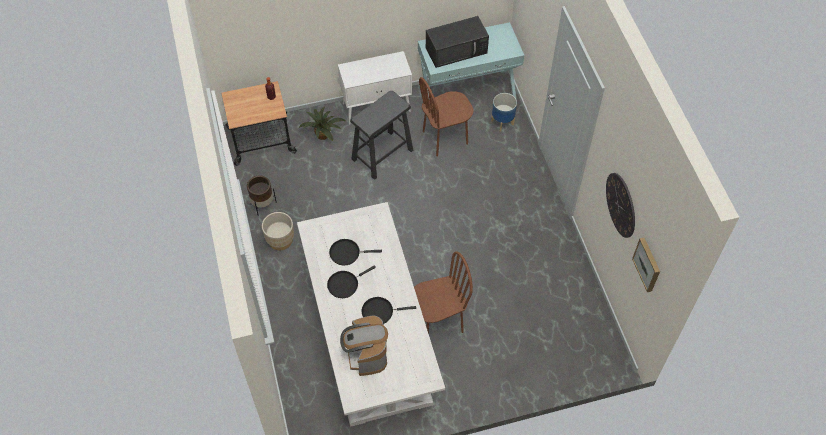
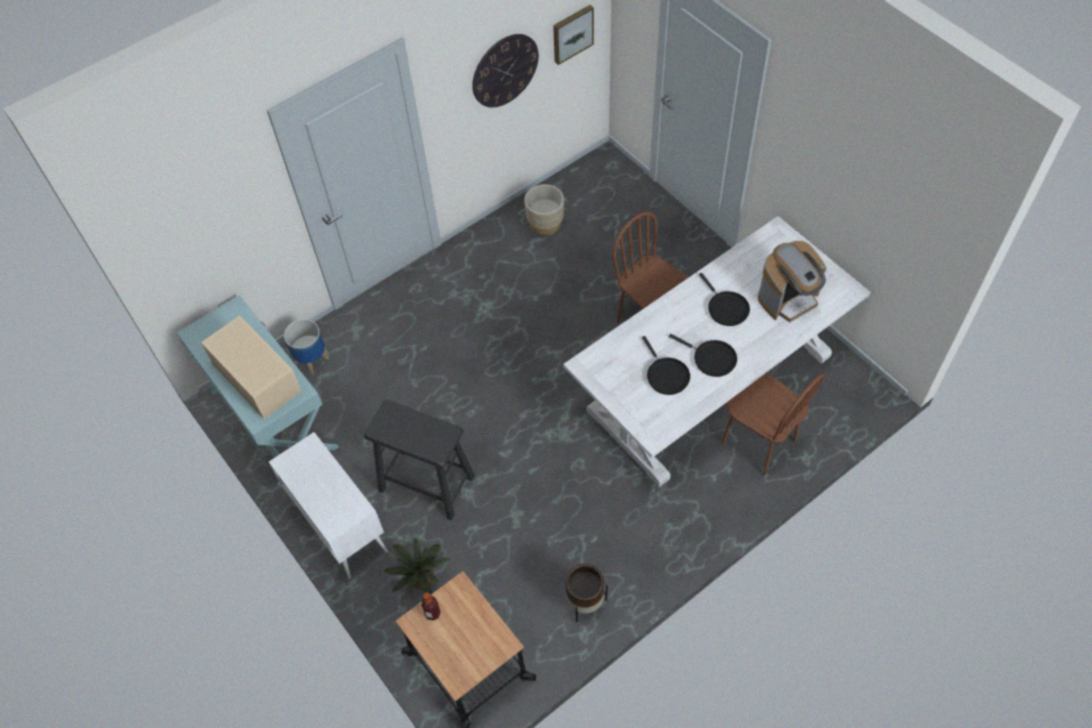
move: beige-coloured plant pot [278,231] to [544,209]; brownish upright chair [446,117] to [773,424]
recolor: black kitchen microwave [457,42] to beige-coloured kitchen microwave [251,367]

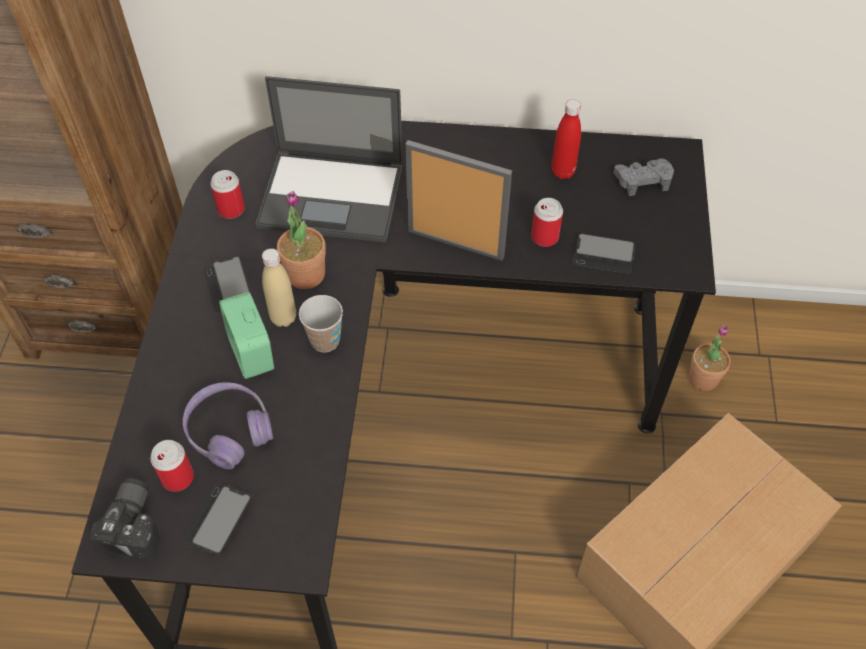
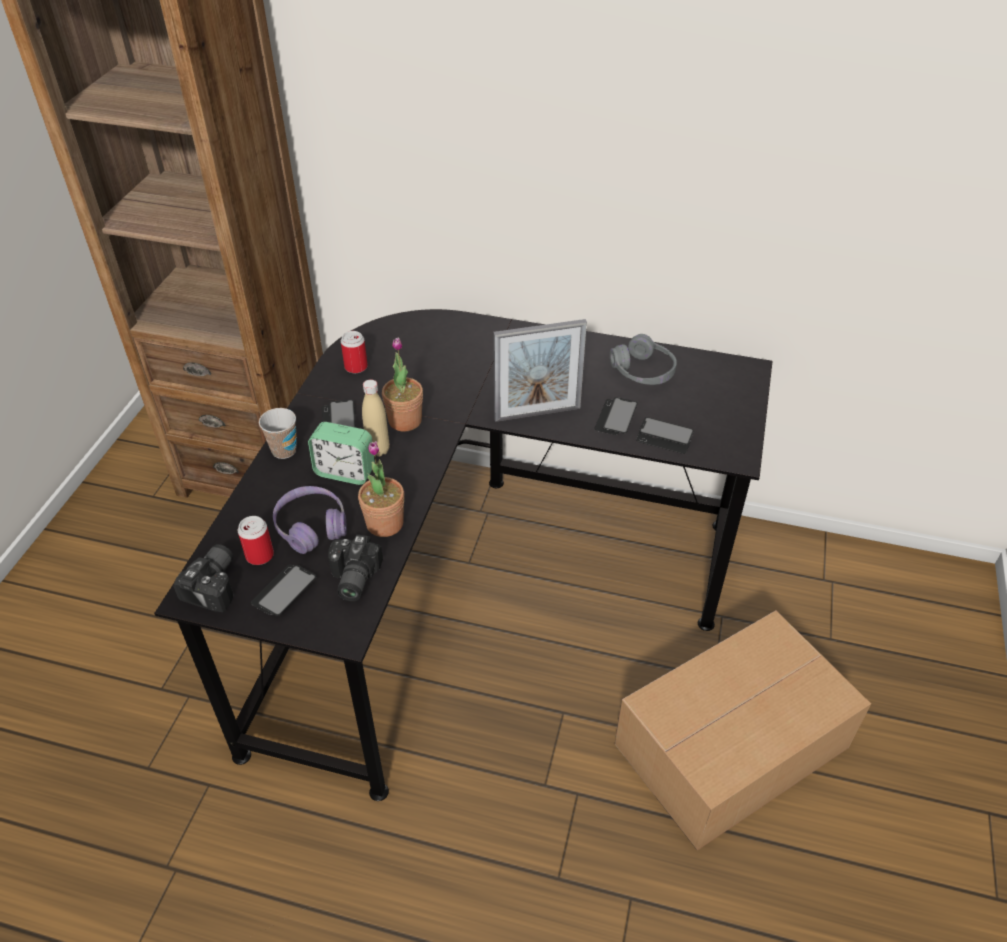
delete: portable computer [329,159]; grey joypad [644,177]
insert: still camera [355,568]
move: drinking cup [321,323] to [278,433]; potted plant [710,358] to [381,489]
replace: metal can [547,222] to telephone [616,416]; red-coloured beverage bottle [566,139] to grey pair of headphones [643,359]
rotate: table clock [246,335] = [341,453] 60 degrees counterclockwise; picture frame [458,200] = [540,370] 135 degrees clockwise

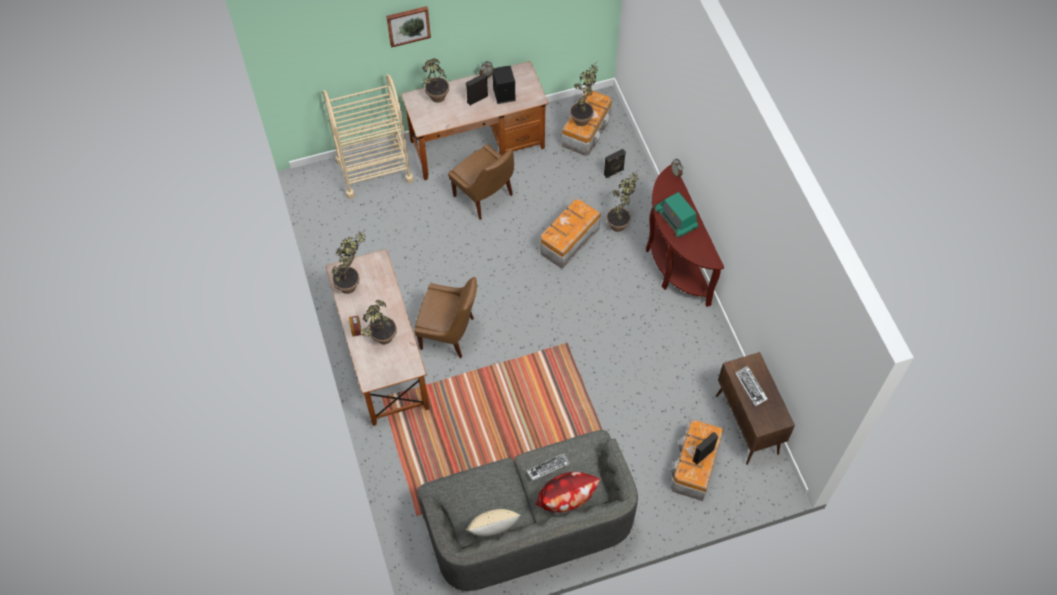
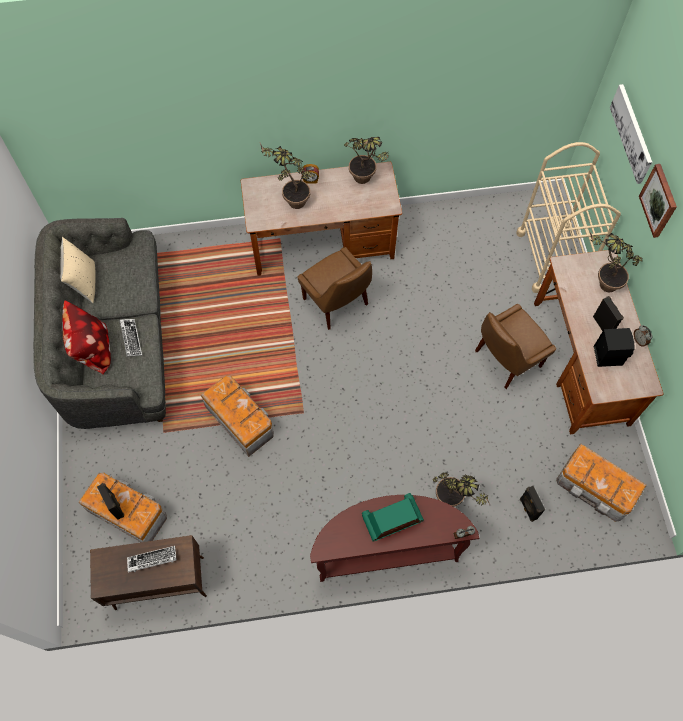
delete: potted plant [584,94]
insert: wall picture [631,134]
move: storage bin [570,234] to [237,416]
rotate: brownish upright chair [445,317] = [335,288] 60 degrees counterclockwise

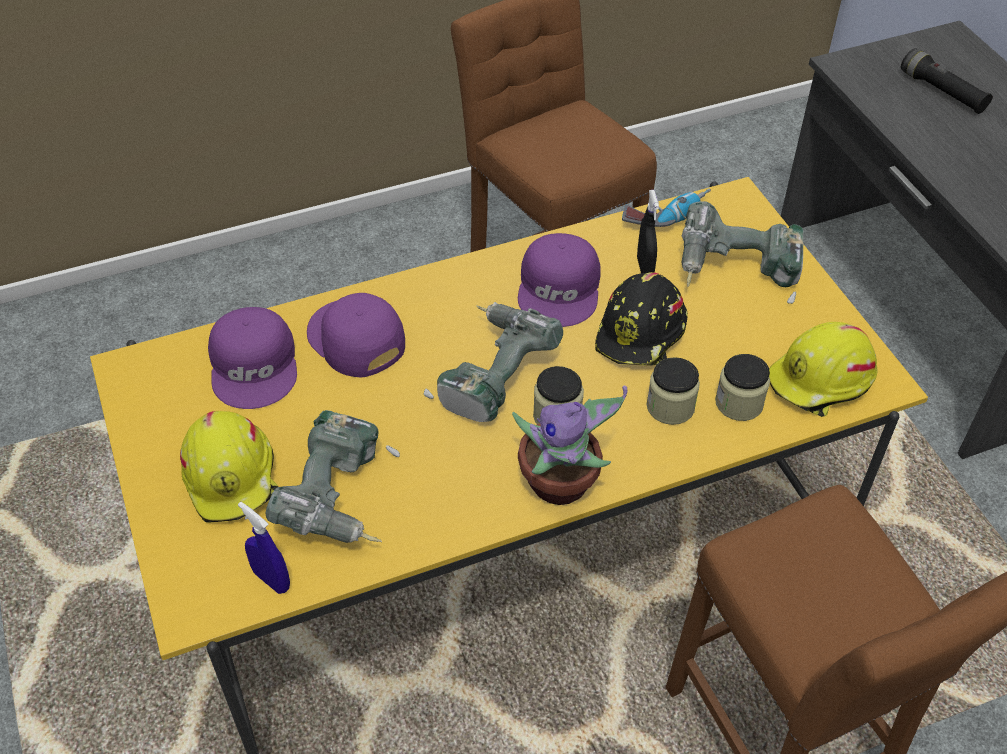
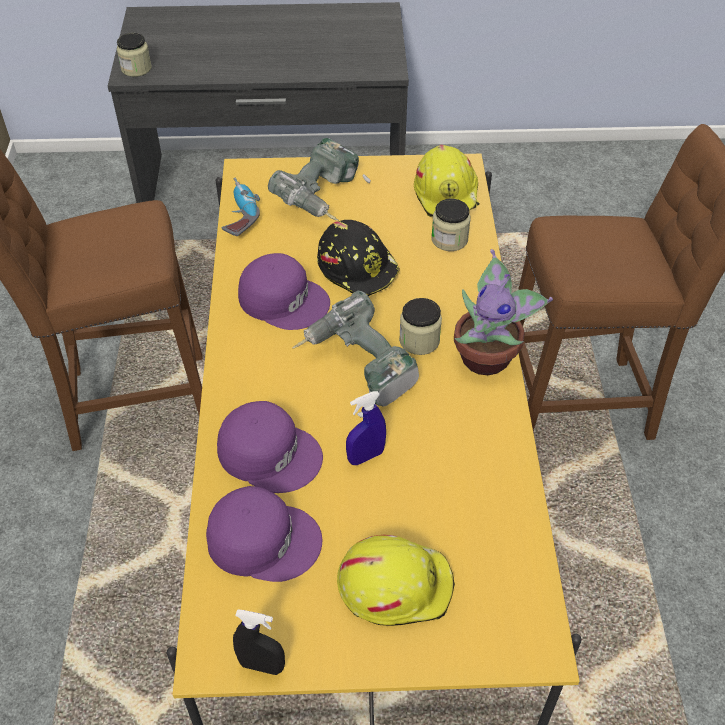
delete: drill [333,476]; black flashlight [947,81]
move: blue spray bottle [264,548] to [366,428]; black spray bottle [648,231] to [259,642]; preserve jar [673,391] to [134,55]
rotate: purplish cap [356,335] = [270,447] 135 degrees counterclockwise

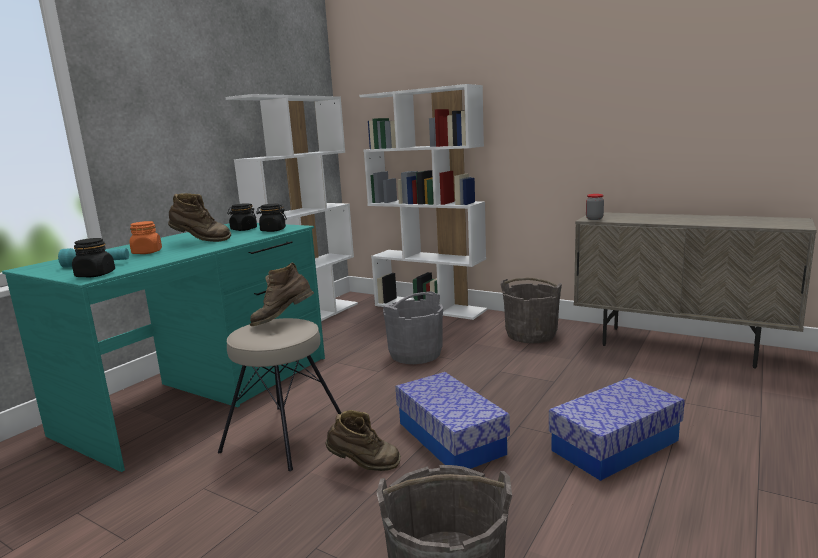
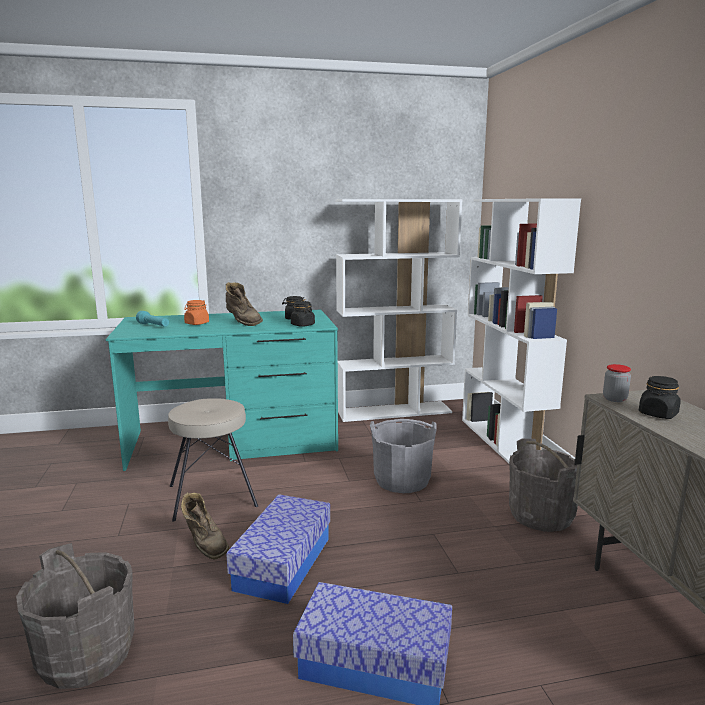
delete: brownish high-top boot [282,294]
move: black preserve jar [93,257] to [660,397]

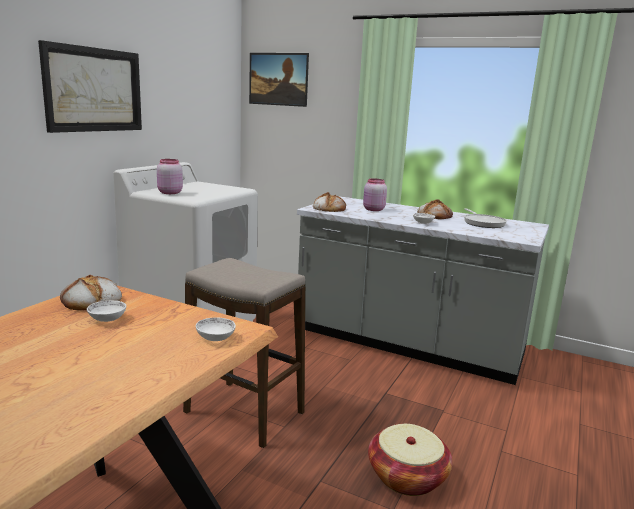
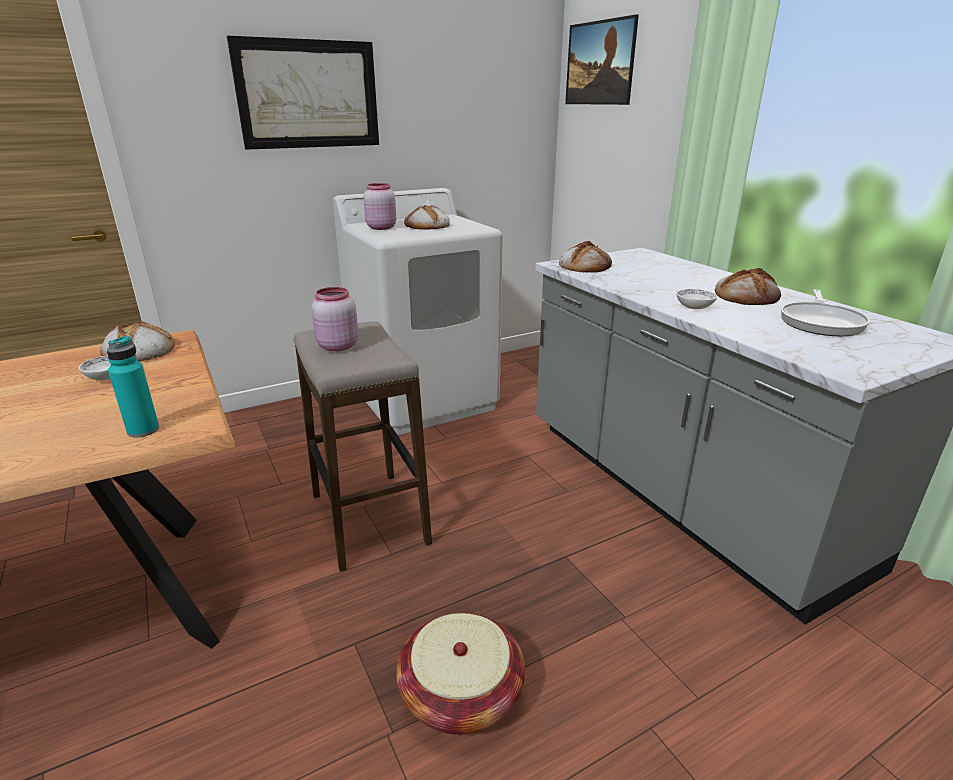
insert: bread [427,217]
move: pink preserve jar [375,194] to [334,319]
replace: whitish serving bowl [216,329] to turquoise beverage bottle [133,387]

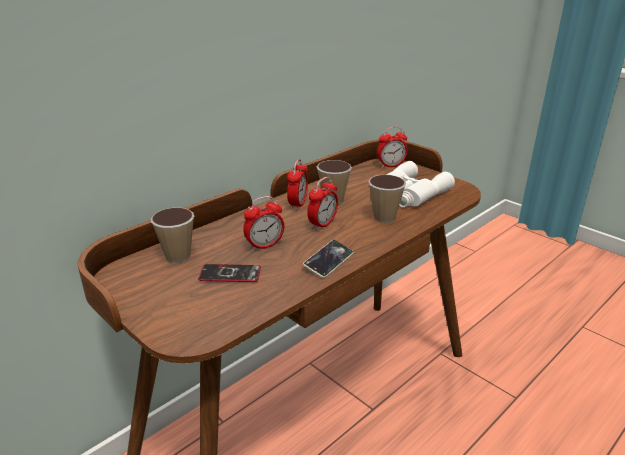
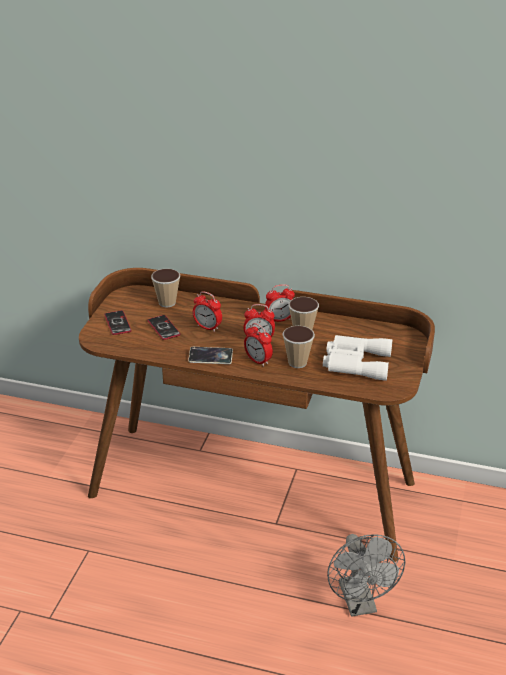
insert: telephone [118,322]; grey electric fan [366,575]
move: table clock [392,147] to [258,345]

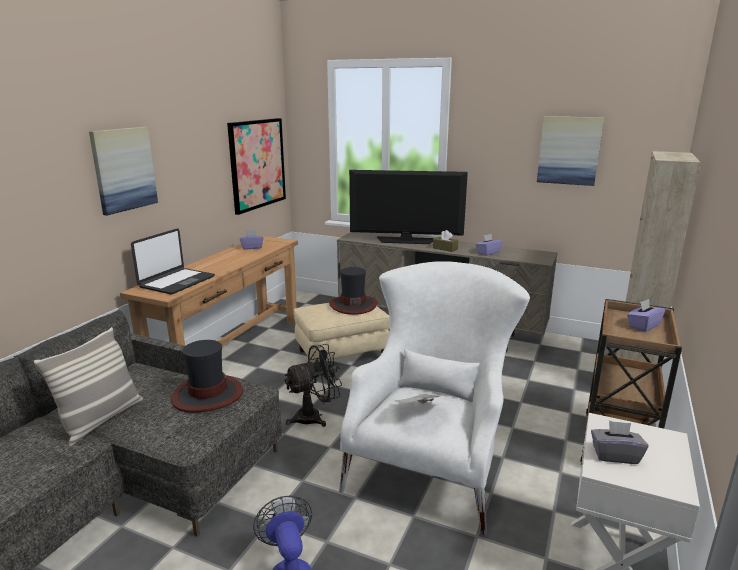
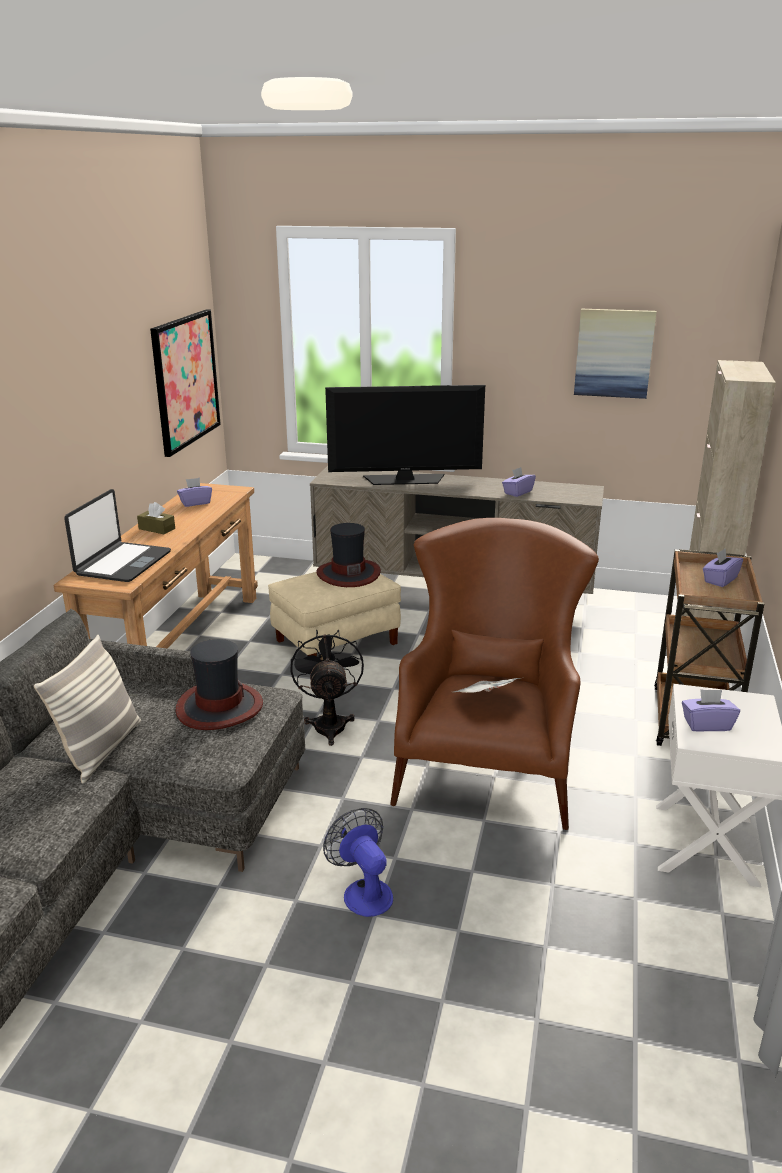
delete: wall picture [123,171]
move: brownish box of tissues [445,241] to [156,518]
recolor: whitish lounge chair [434,398] to brownish lounge chair [494,674]; grey box of tissues [619,442] to purplish box of tissues [711,710]
rotate: black electric fan [313,385] = [327,688] 60 degrees counterclockwise

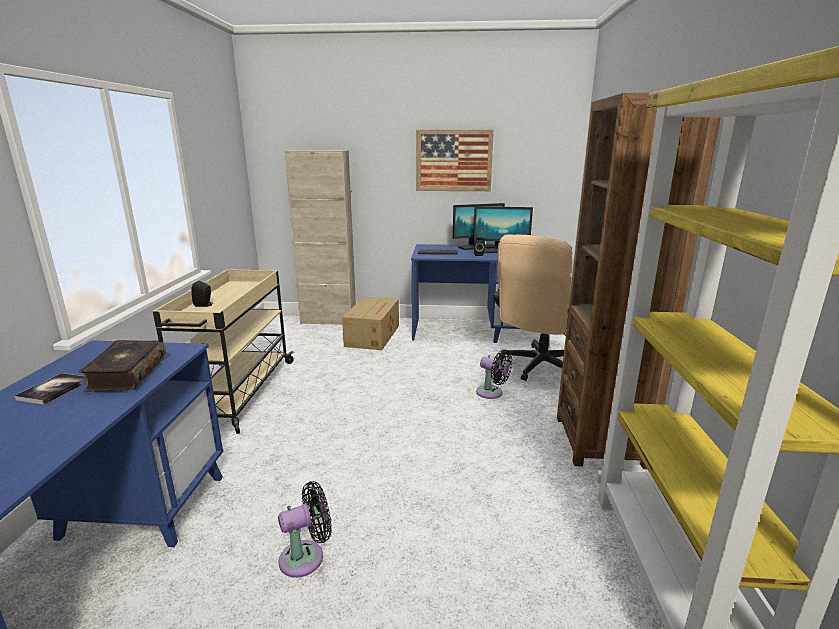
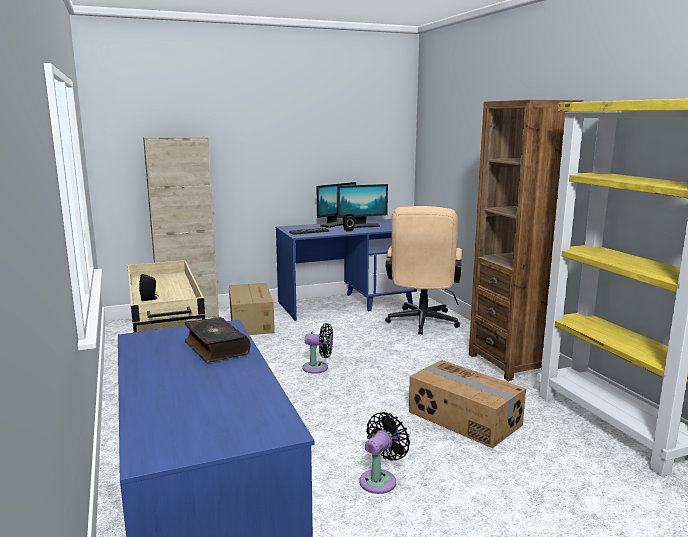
delete: bound book [51,389]; wall picture [455,160]
insert: packing box [467,404]
move: black electric fan [494,374] to [318,348]

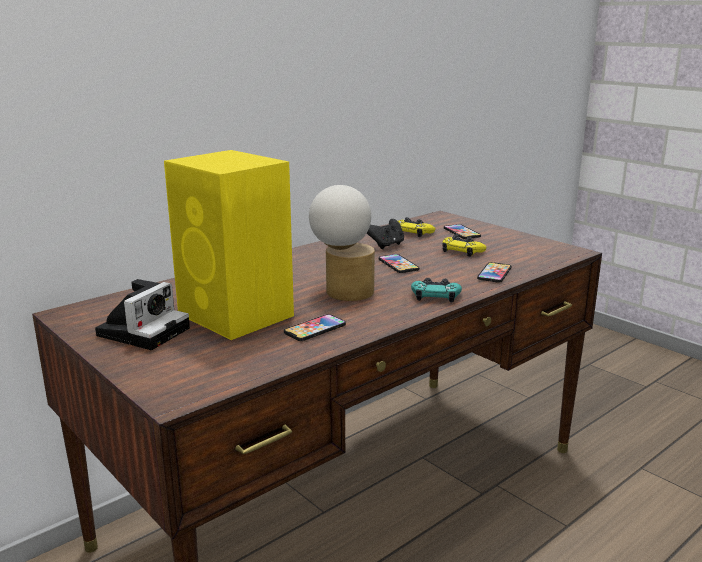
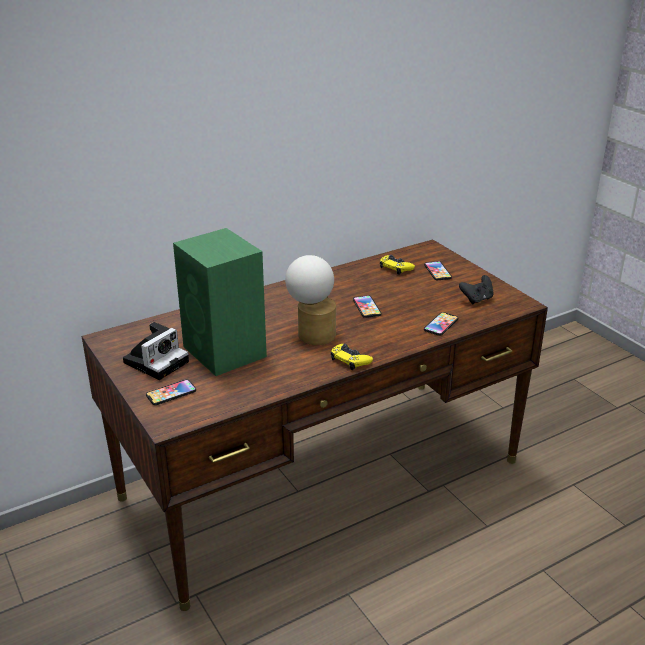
delete: turquoise joypad [436,290]
move: telephone [315,327] to [171,392]; black joypad [385,234] to [476,289]; yellowish joypad [464,246] to [352,357]
recolor: yellowish audio speaker [229,245] to greenish audio speaker [220,302]

